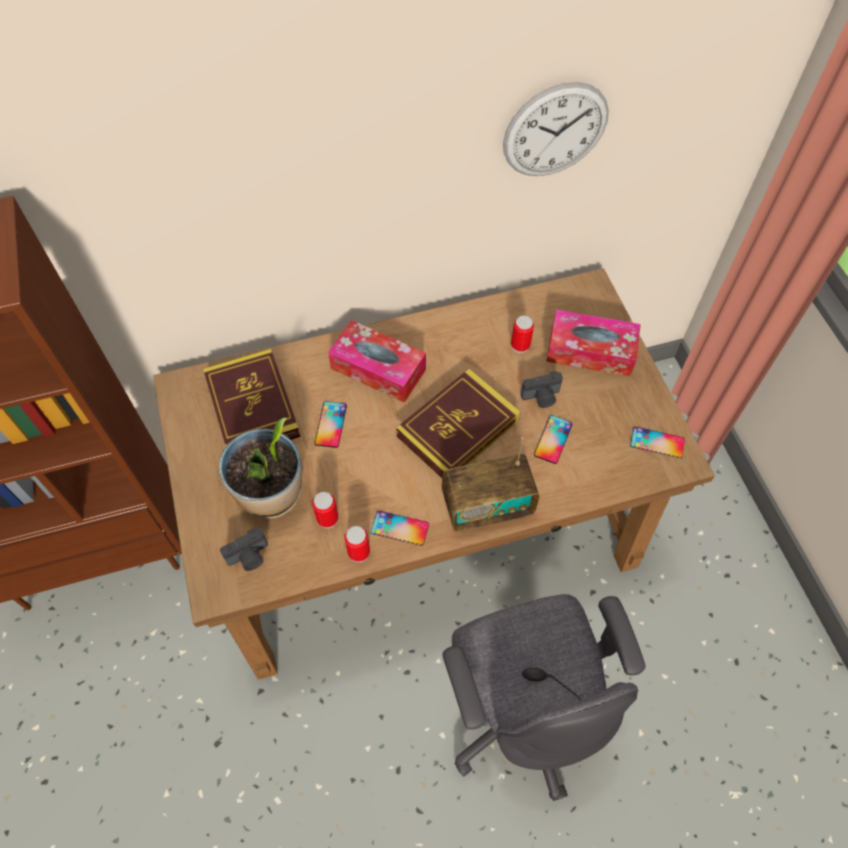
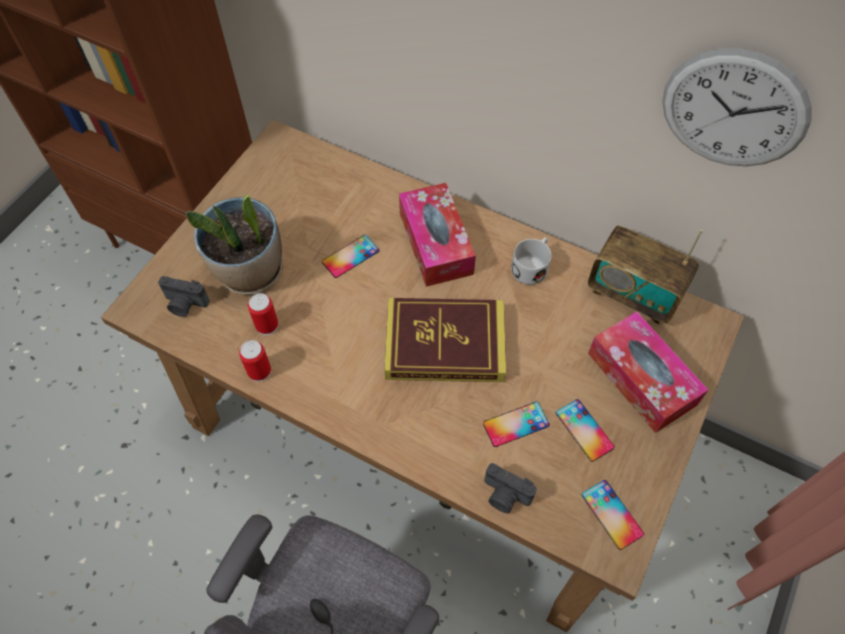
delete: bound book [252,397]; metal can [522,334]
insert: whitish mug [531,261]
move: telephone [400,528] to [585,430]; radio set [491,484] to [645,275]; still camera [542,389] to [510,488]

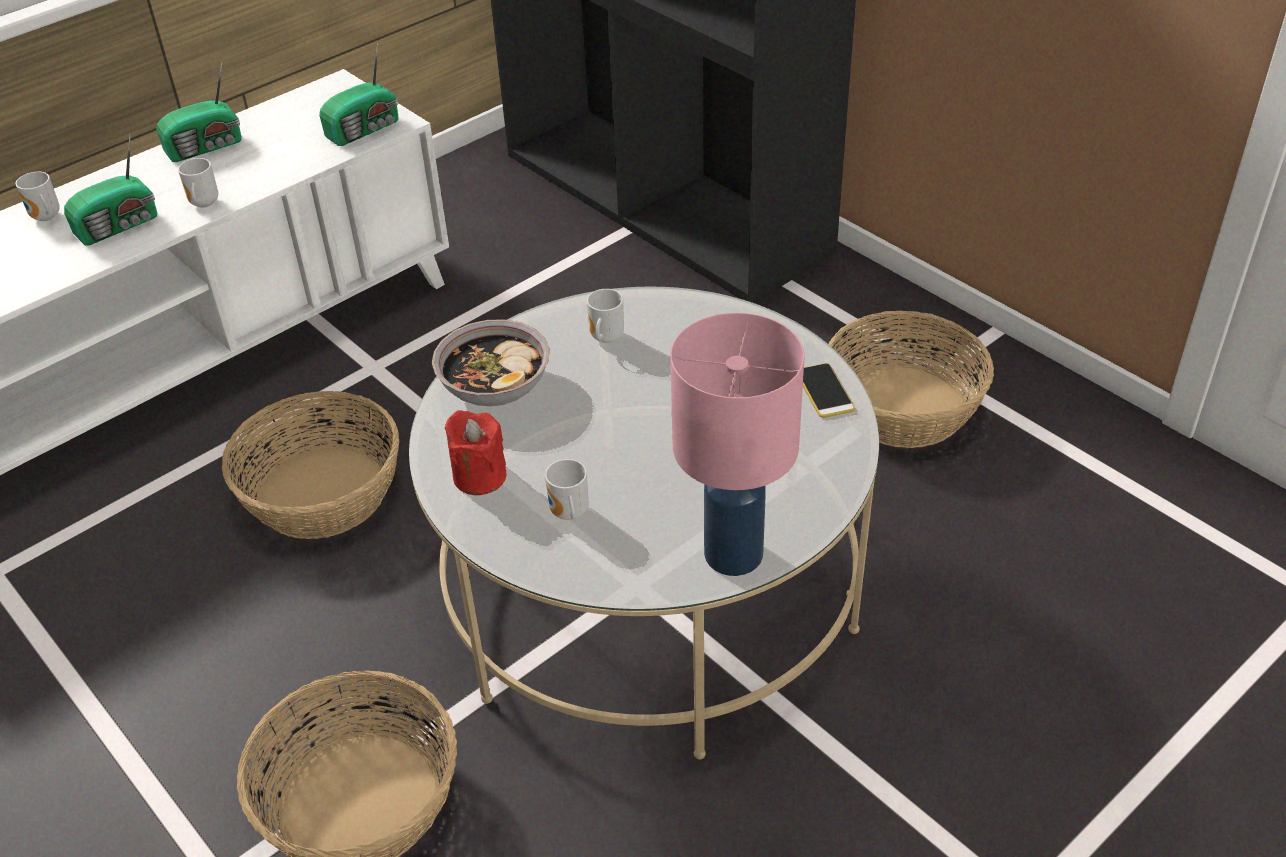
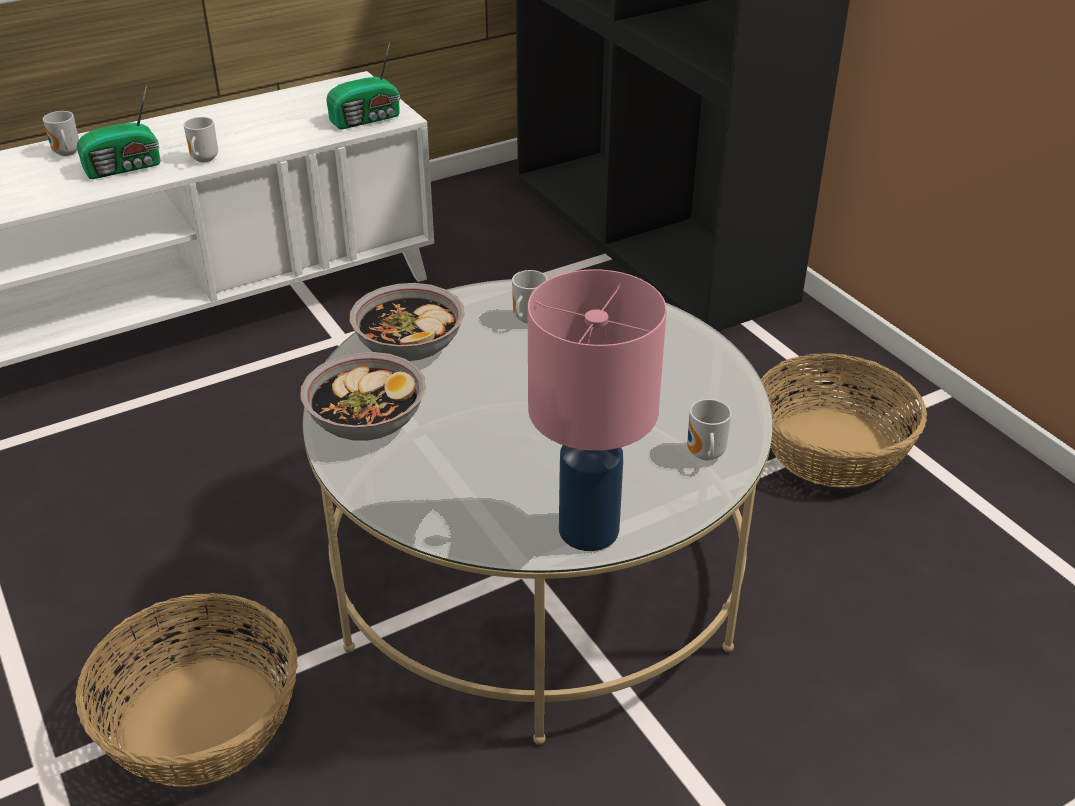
delete: radio set [199,112]; household basket [310,465]; telephone [829,390]
move: mug [567,489] to [709,429]
replace: red-coloured wax candle [475,452] to serving bowl [363,396]

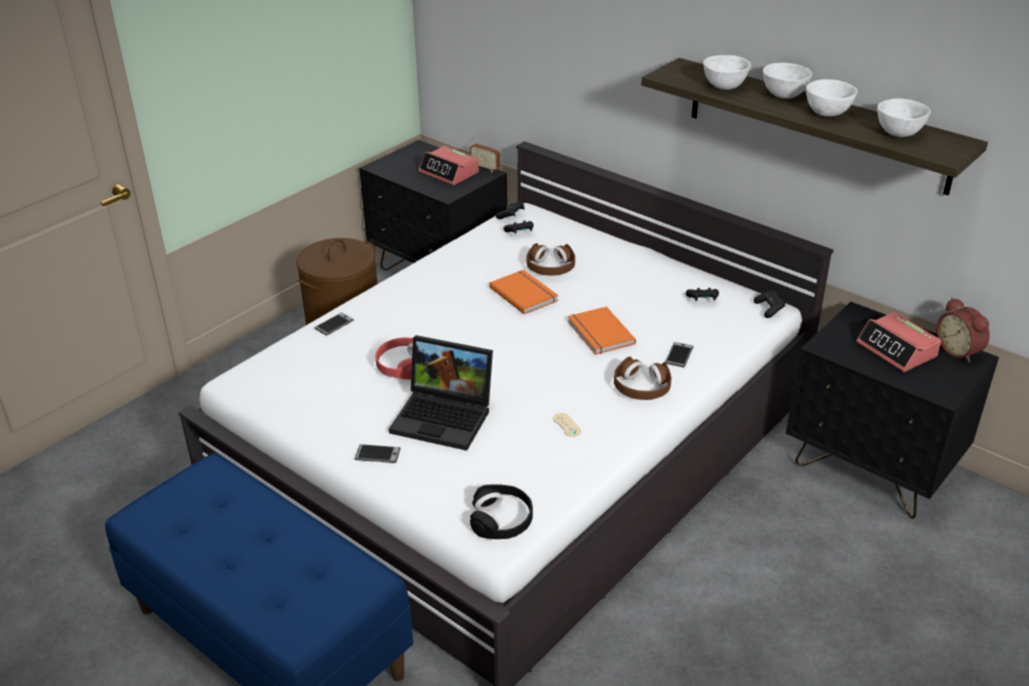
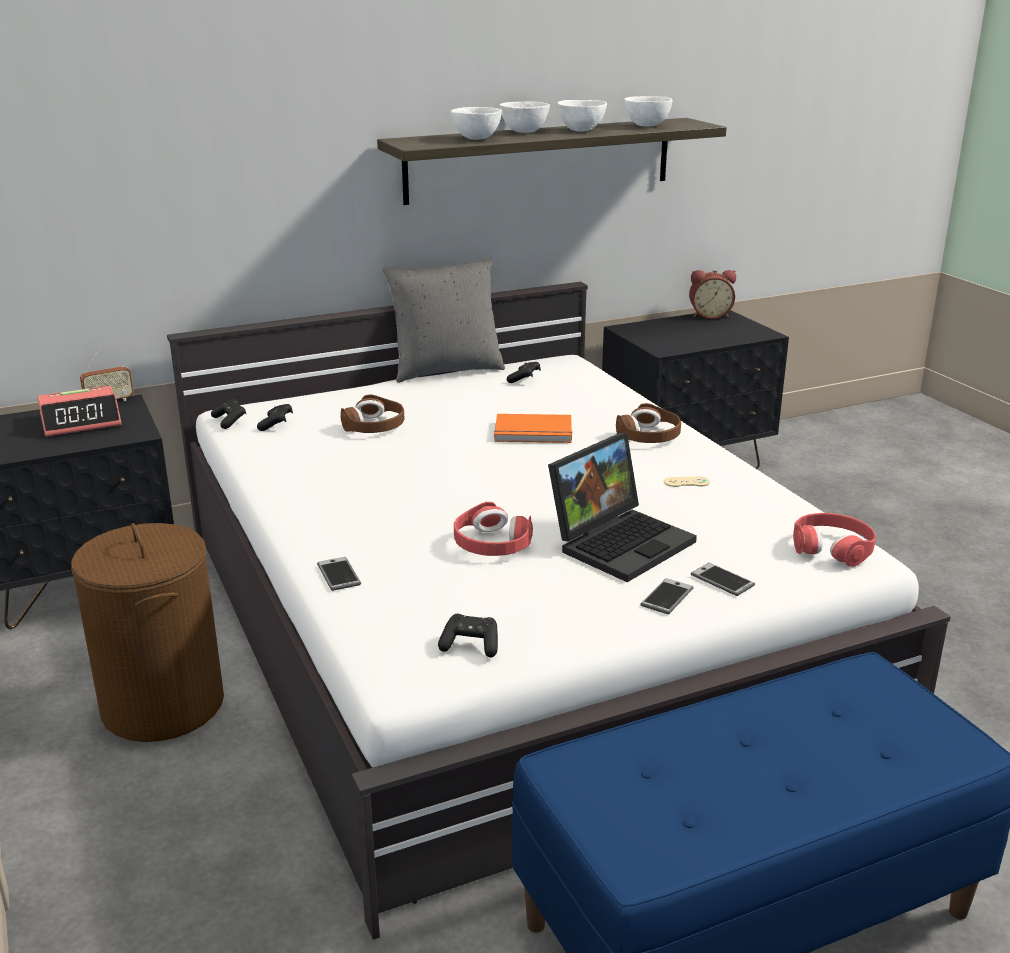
delete: orange bound book [524,292]; table clock [898,342]
insert: grey throw pillow [443,320]
move: telephone [679,355] to [723,579]; black joypad [769,304] to [468,636]
recolor: black pair of headphones [501,511] to red-coloured pair of headphones [834,540]

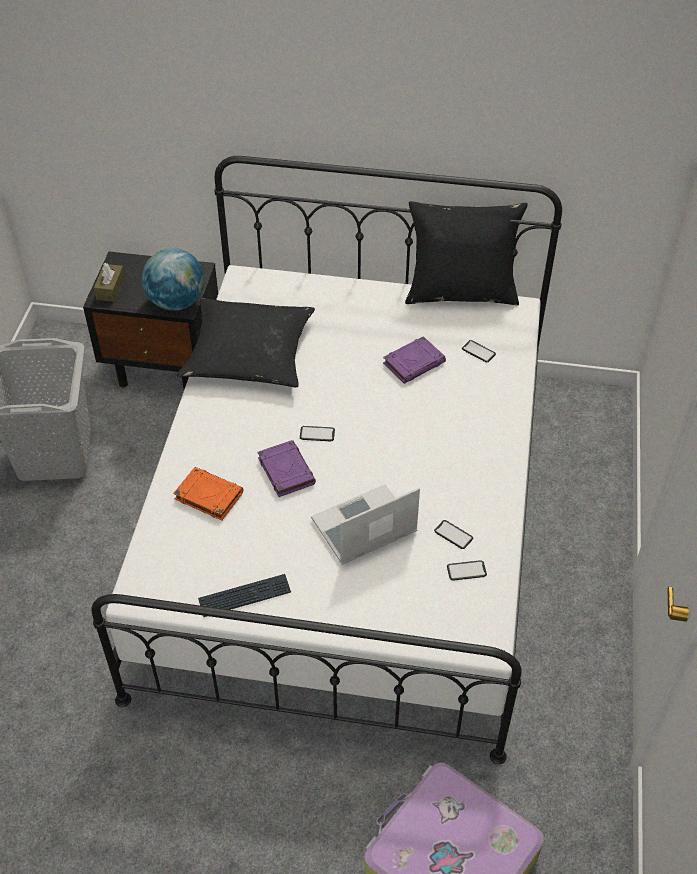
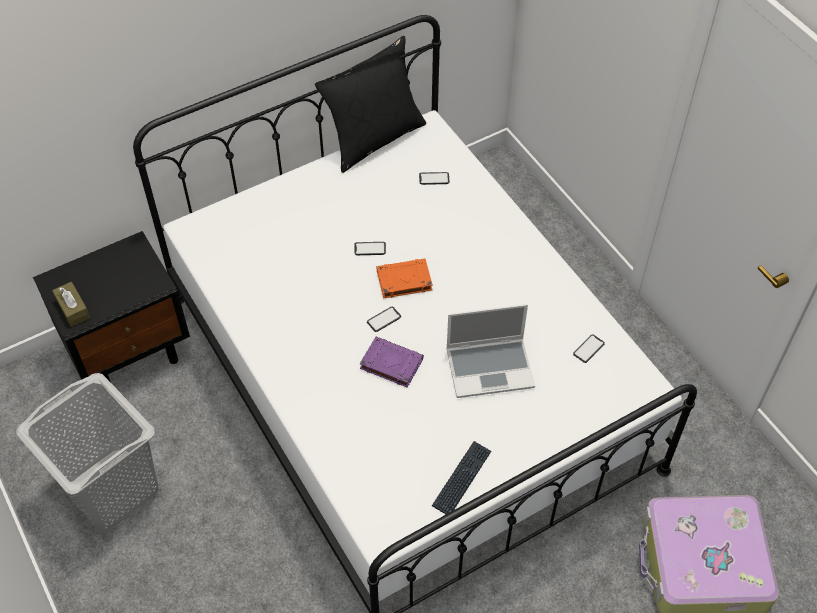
delete: desk globe [173,279]; black throw pillow [246,342]; purplish bound book [414,360]
move: orange bound book [208,493] to [404,278]; telephone [453,534] to [370,248]
rotate: portable computer [365,524] = [490,351] 120 degrees counterclockwise

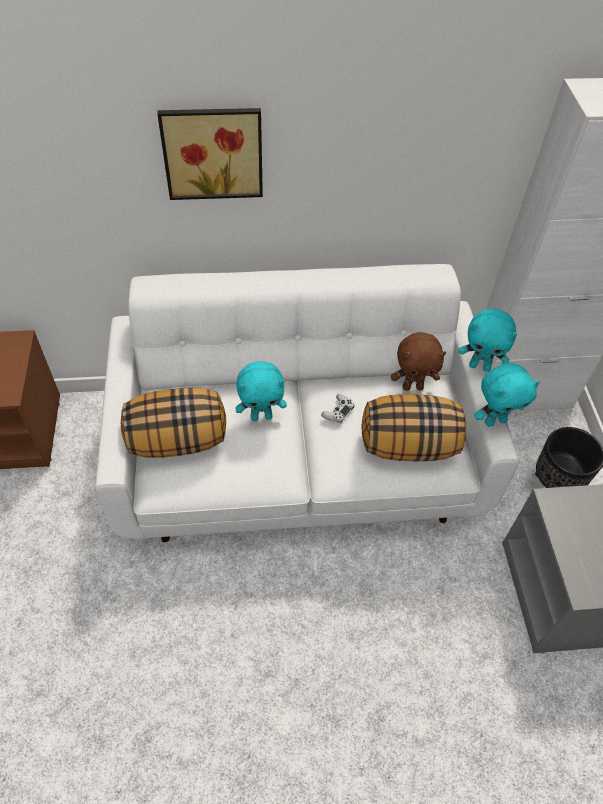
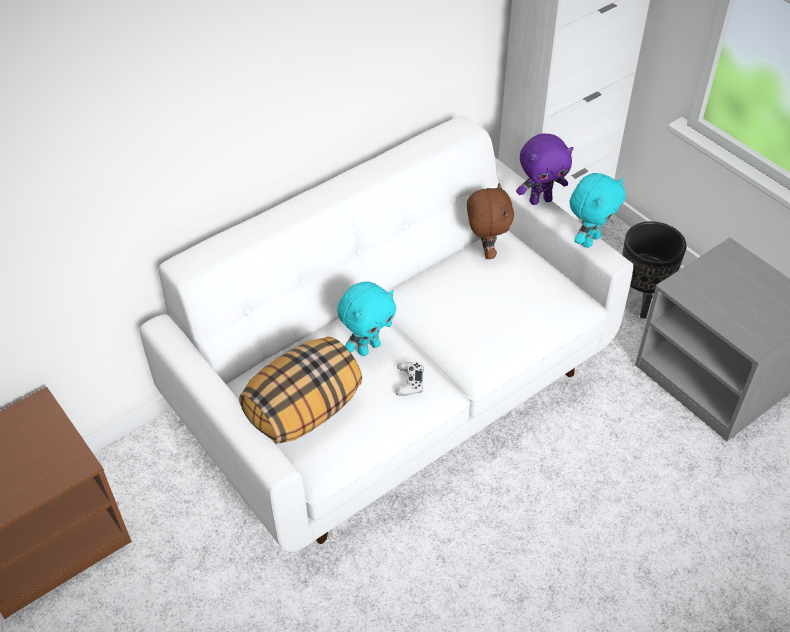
delete: wall picture [210,154]; throw pillow [414,427]
move: whitish joypad [338,408] to [410,379]
recolor: turquoise soft toy [487,340] to purplish soft toy [545,169]
rotate: brownish soft toy [418,361] = [490,221] 60 degrees counterclockwise

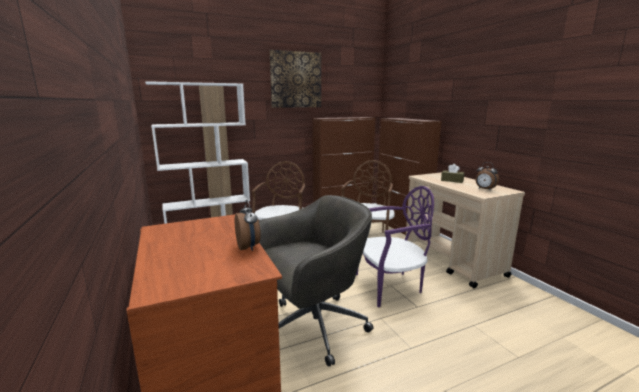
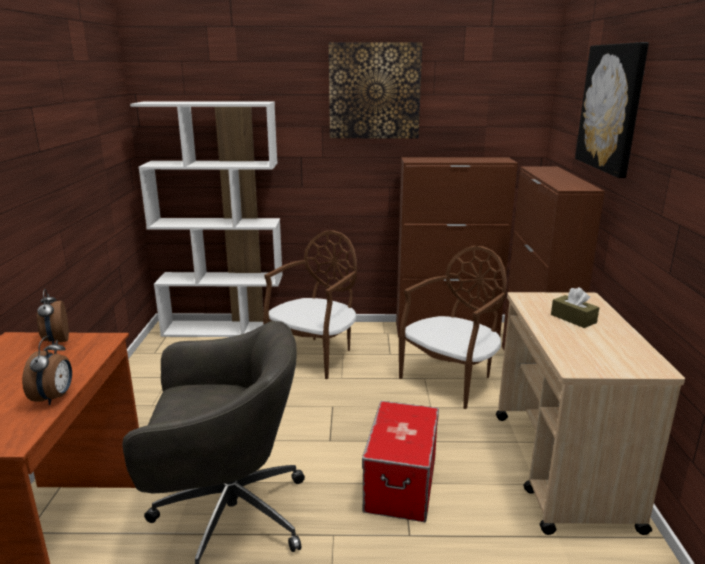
insert: wall picture [612,110]
move: table clock [487,176] to [53,316]
replace: purplish upright chair [395,246] to storage bin [400,461]

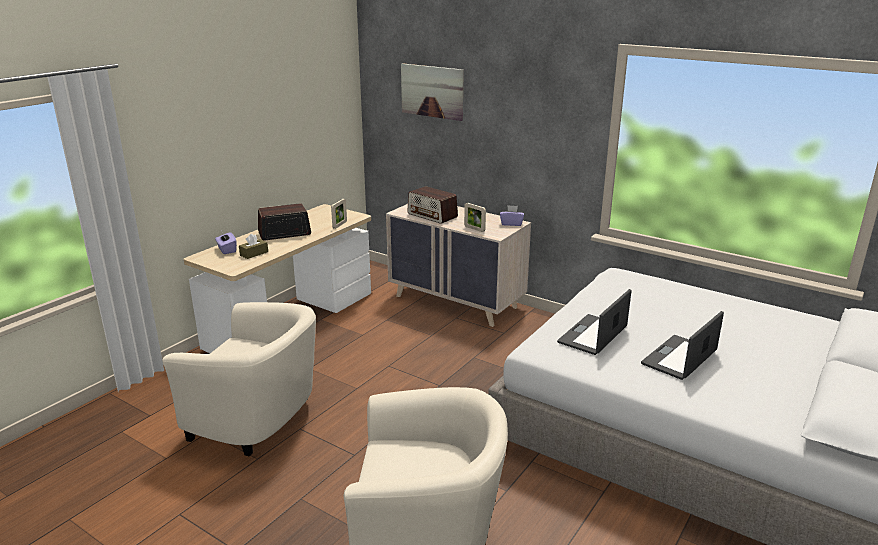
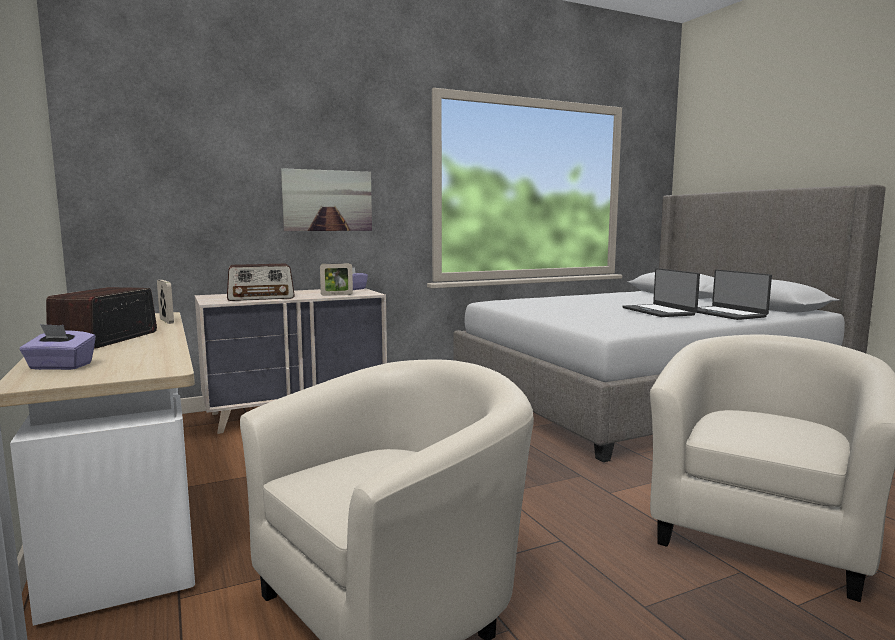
delete: brownish box of tissues [253,246]
move: wall picture [432,92] to [326,199]; portable computer [594,322] to [734,294]

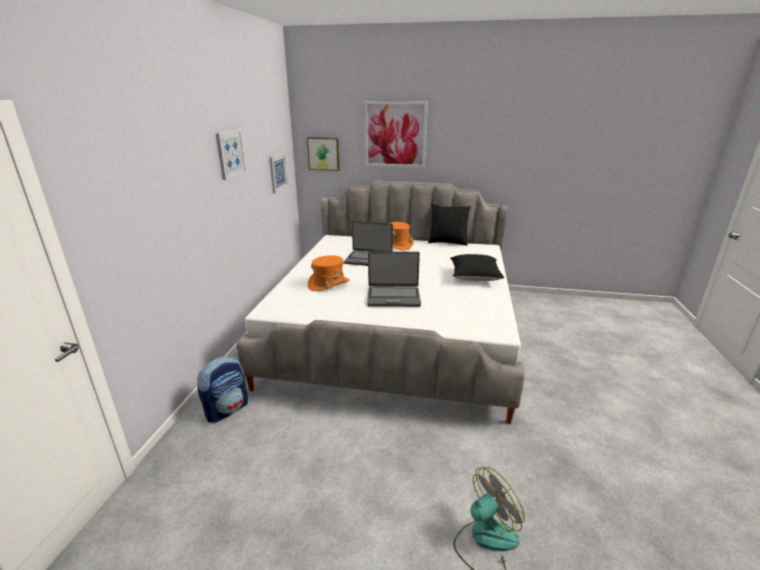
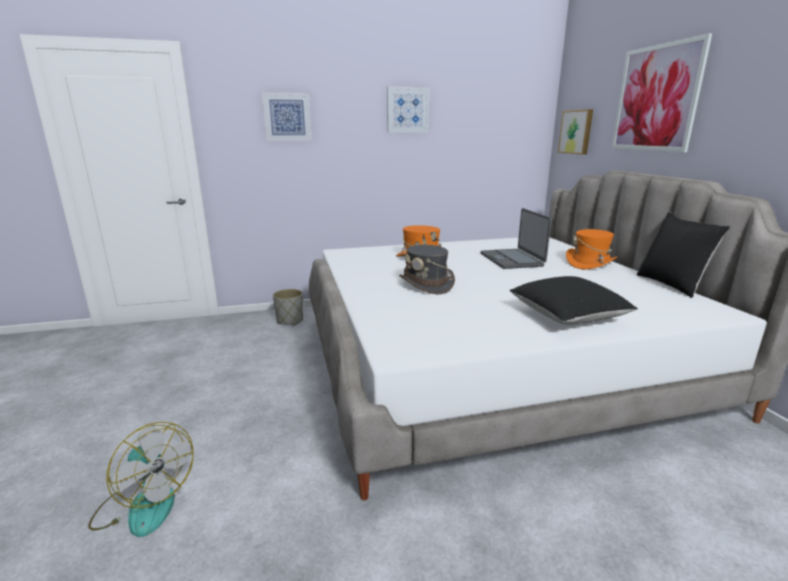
move: wall picture [278,173] to [287,116]
replace: backpack [222,390] to grey plant pot [288,307]; portable computer [394,279] to grey hat [427,269]

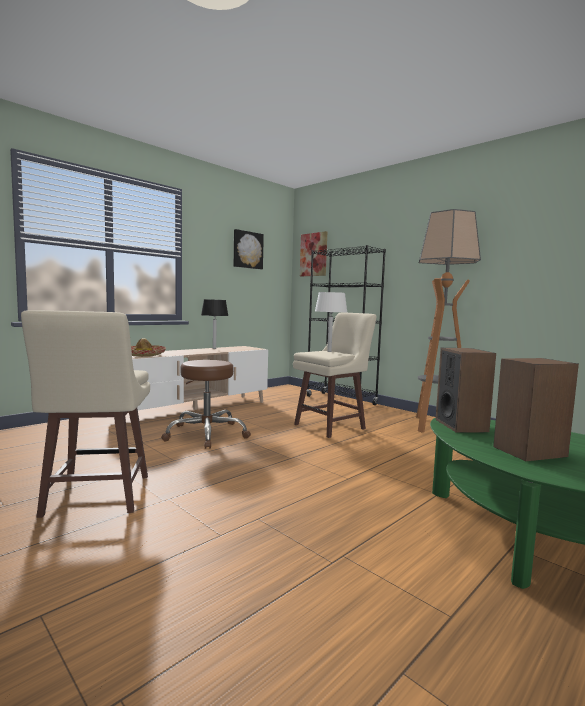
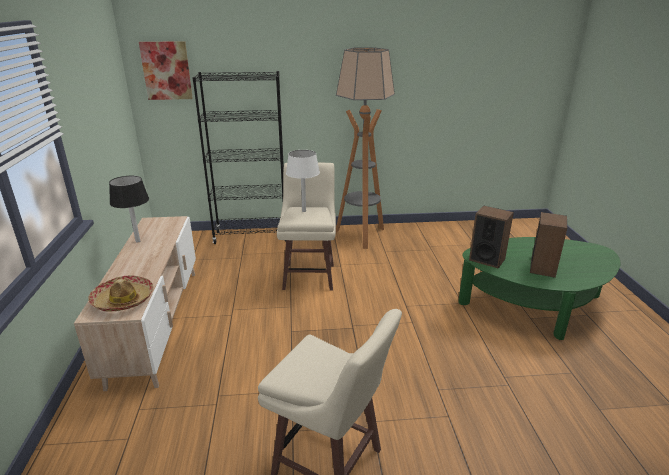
delete: brownish stool [206,404]; wall picture [249,249]

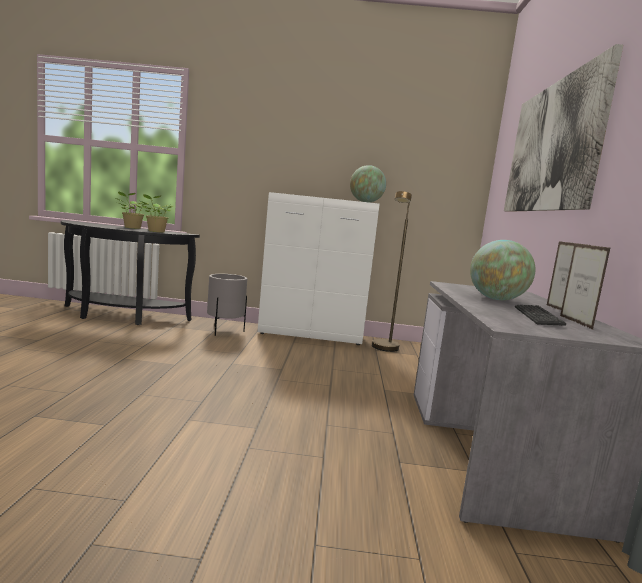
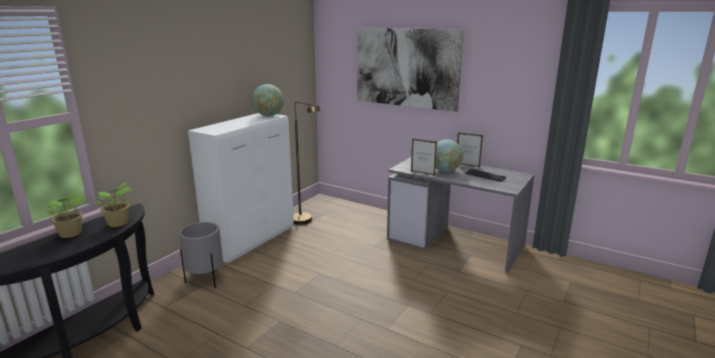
move: picture frame [585,286] to [424,157]

